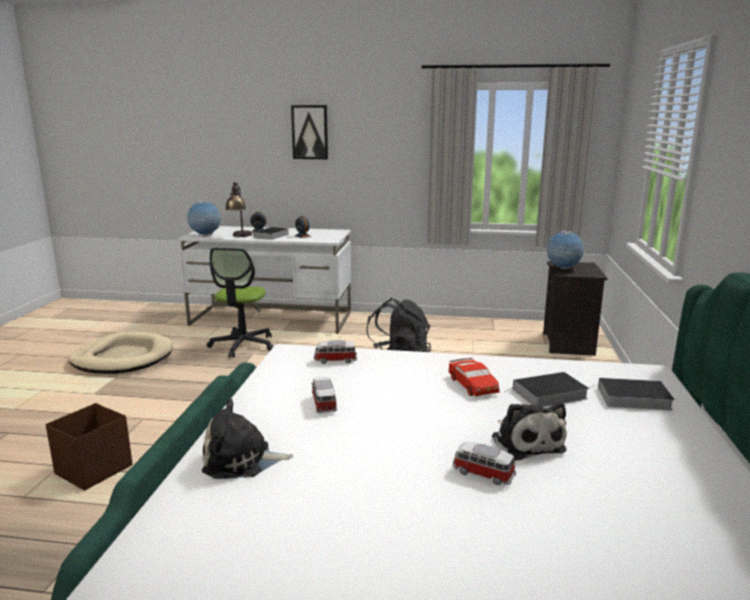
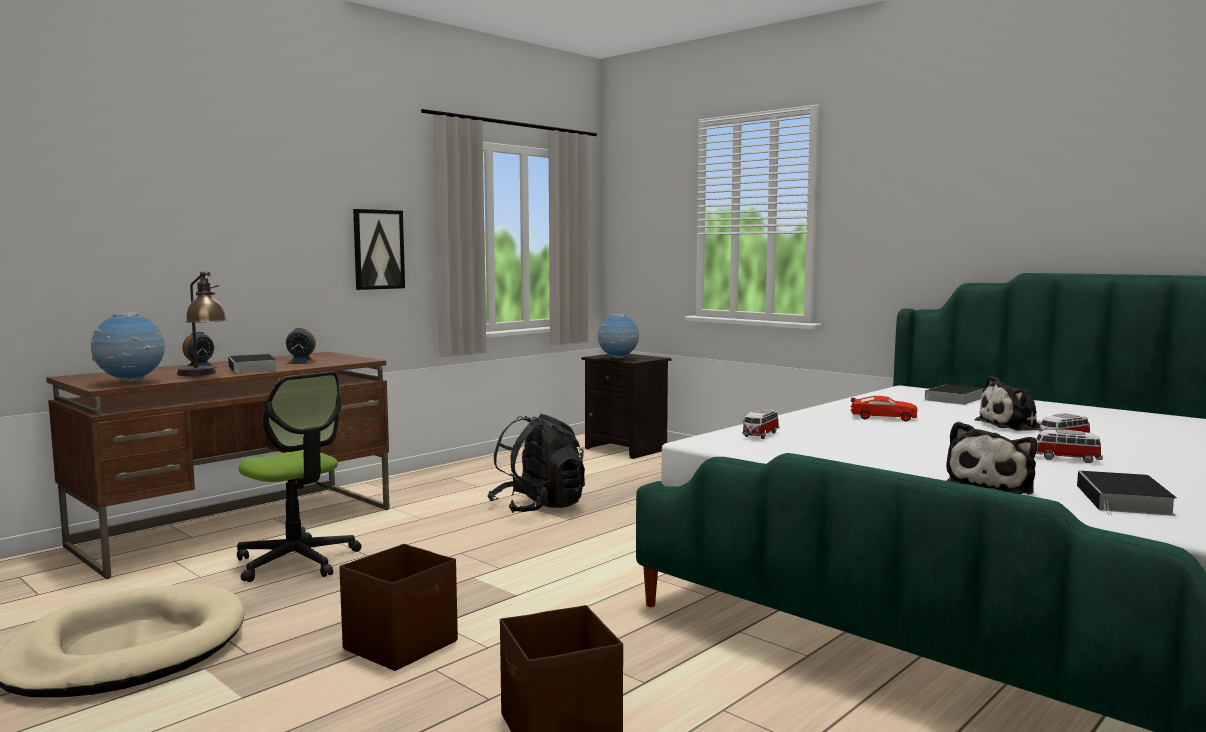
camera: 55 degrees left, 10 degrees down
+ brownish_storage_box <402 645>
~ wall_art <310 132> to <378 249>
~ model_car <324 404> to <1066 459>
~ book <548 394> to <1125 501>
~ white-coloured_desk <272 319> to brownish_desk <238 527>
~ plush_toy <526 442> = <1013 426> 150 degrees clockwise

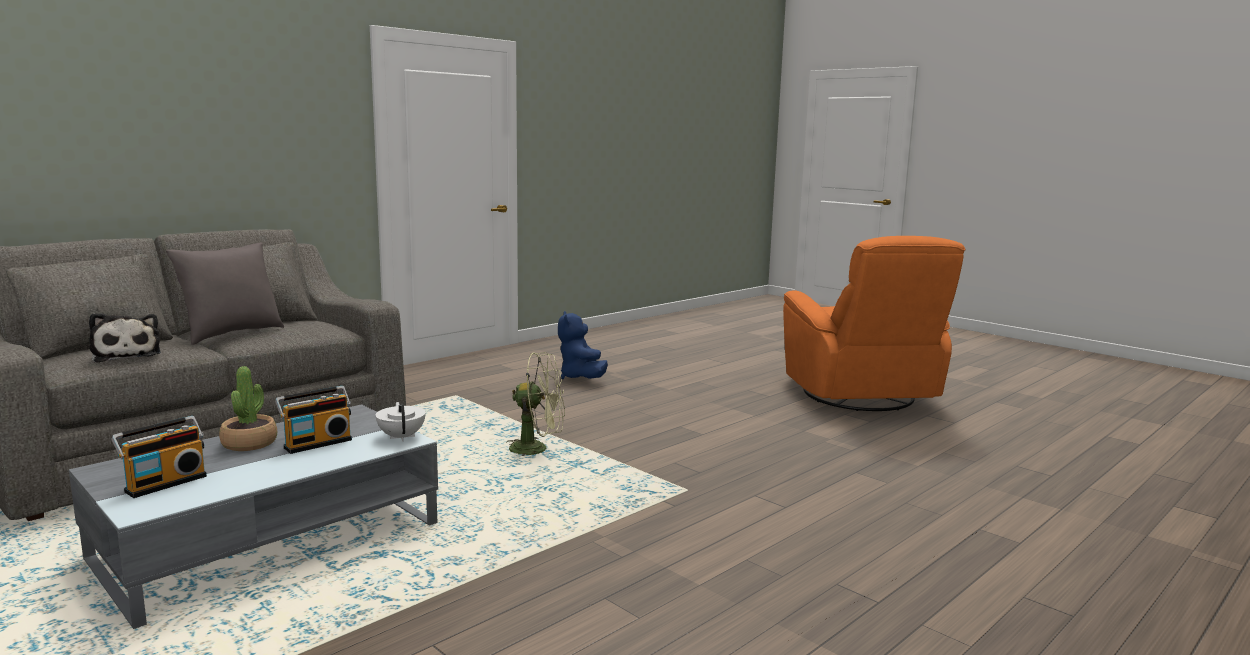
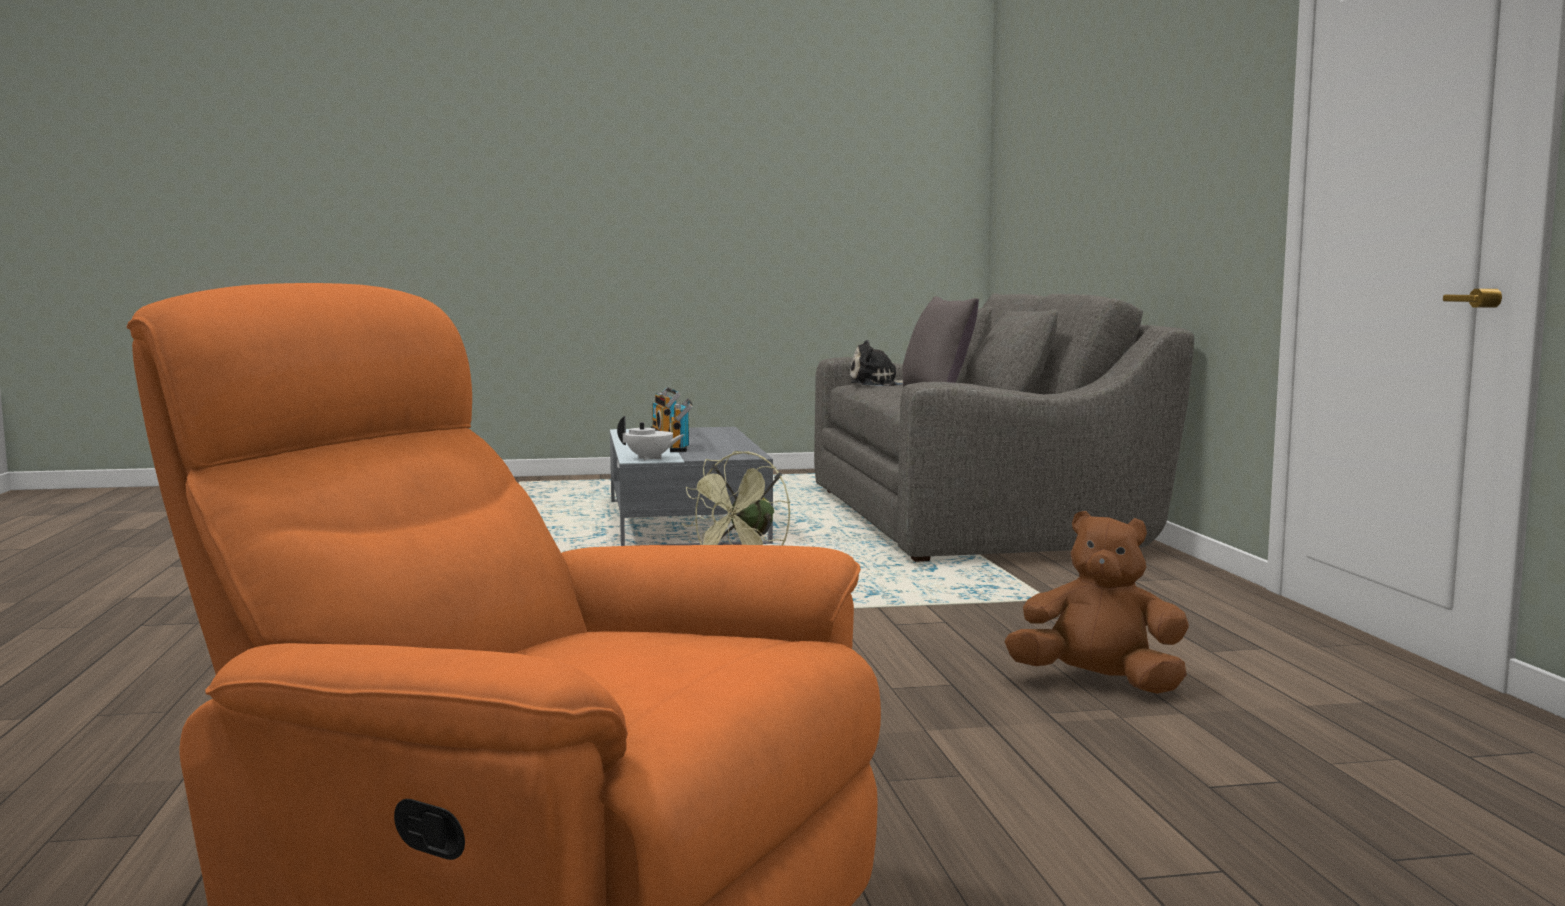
camera: 125 degrees right, 5 degrees down
- potted_plant <249 443>
~ bluish_plush_toy <581 377> to brownish_plush_toy <1098 683>

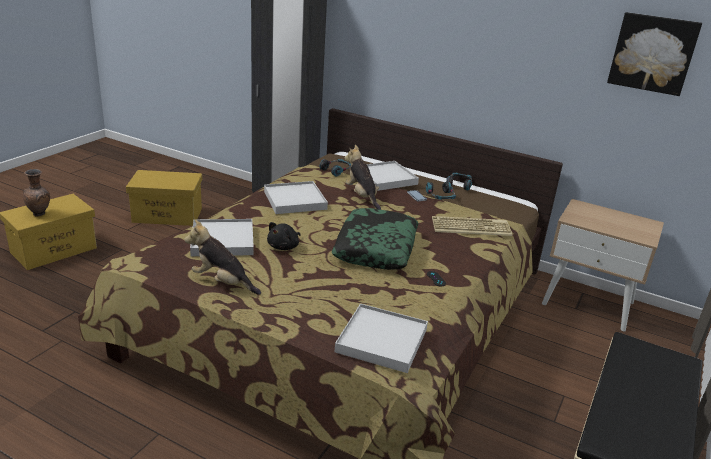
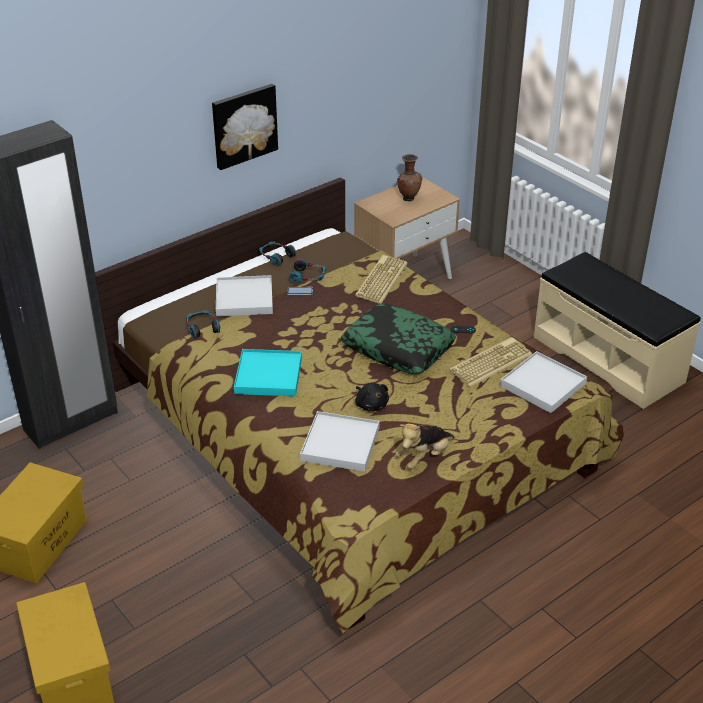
camera: 65 degrees left, 10 degrees up
- plush_toy <362 196>
+ computer_keyboard <490 362>
~ brownish_decorative_vase <40 214> to <408 198>
~ wall_art <653 53> to <243 125>
~ white-coloured_tray <295 200> to turquoise-coloured_tray <268 375>

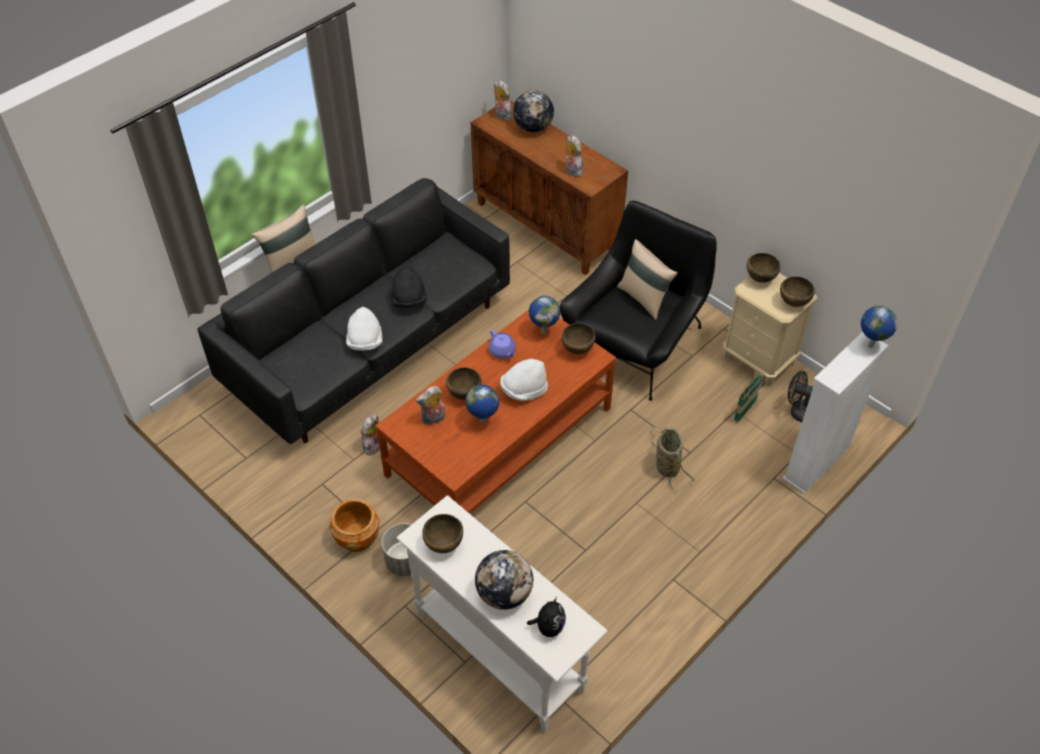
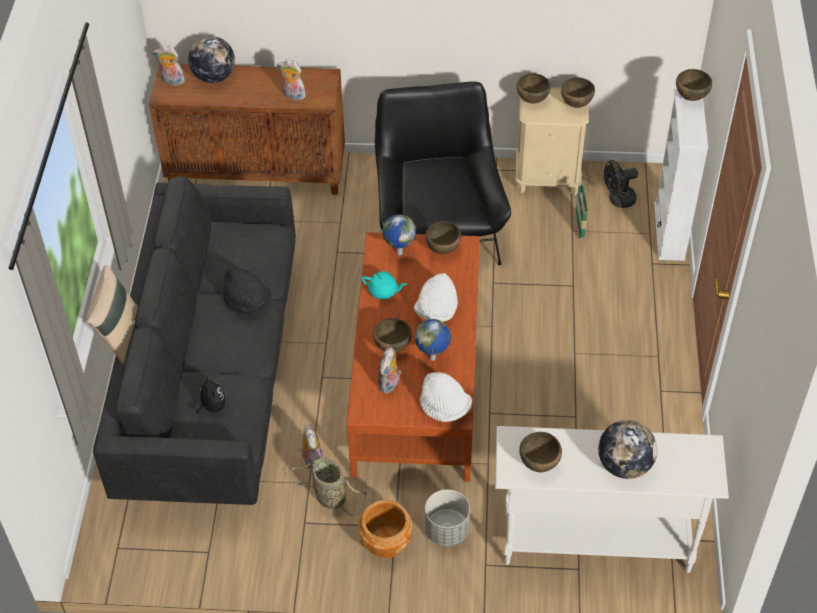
camera: 40 degrees left, 0 degrees up
- beige_throw_pillow <644 298>
~ white-coloured_hat <365 341> to <445 408>
~ plush_toy <548 627> to <212 407>
~ basket <666 465> to <328 497>
~ desk_globe <870 345> to brownish_bowl <690 97>
~ purple-coloured_pot_for_tea <502 351> to turquoise-coloured_pot_for_tea <383 291>

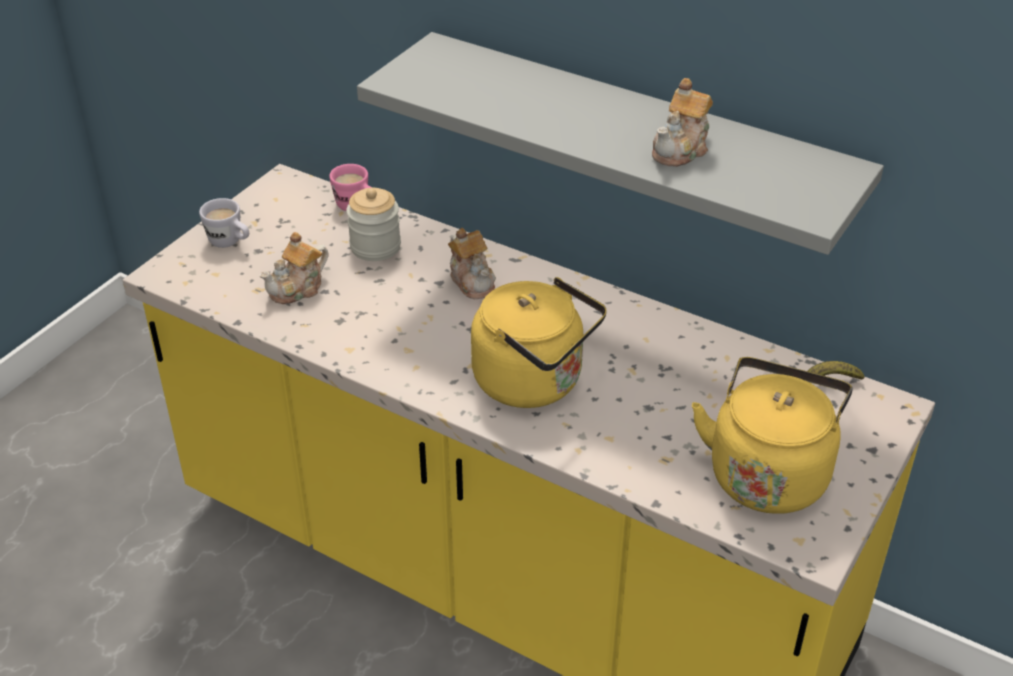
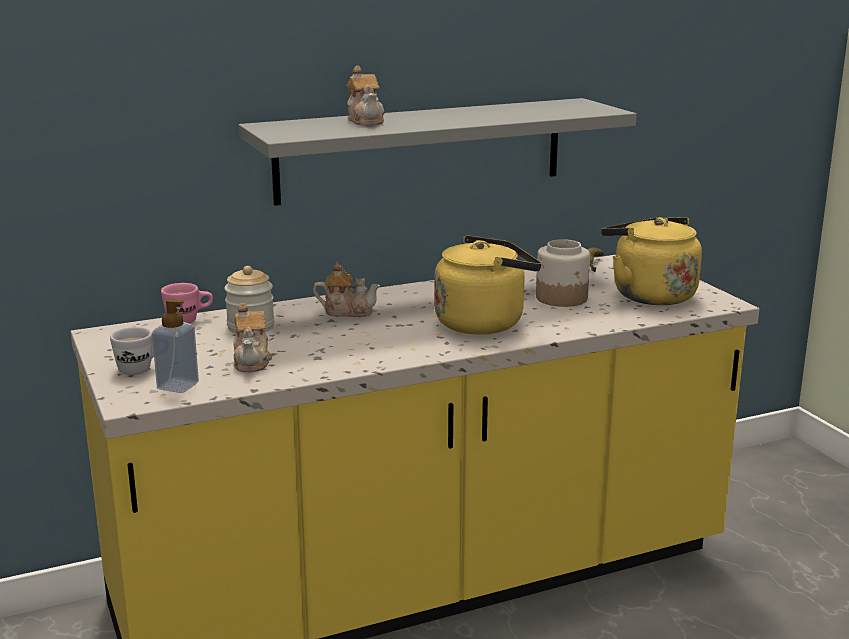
camera: 55 degrees left, 20 degrees down
+ liquid_soap_bottle <178 386>
+ jar <562 298>
~ pot_for_tea <681 149> to <366 121>

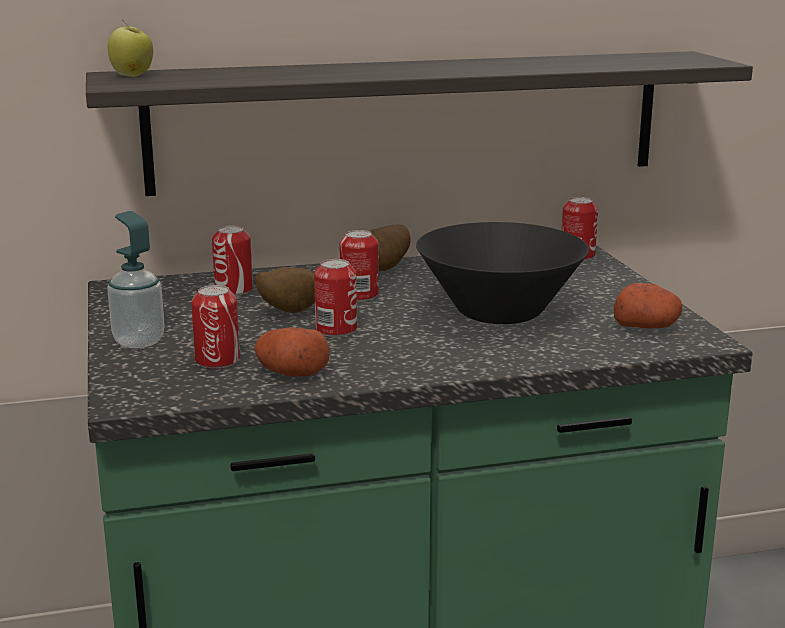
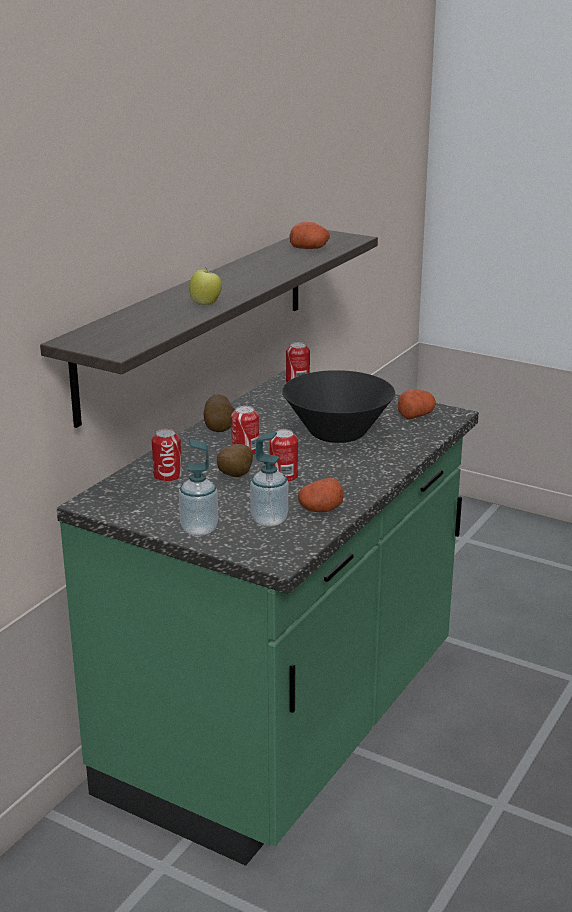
camera: 45 degrees left, 5 degrees up
+ spud <310 248>
~ whole_apple <132 76> to <206 304>
~ sealed_can <217 360> to liquid_soap_bottle <269 520>

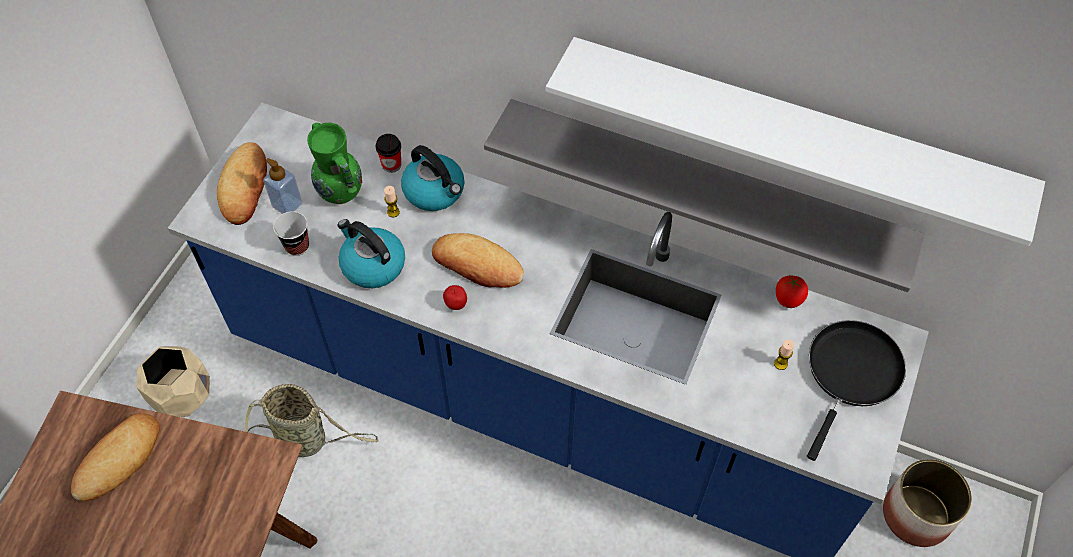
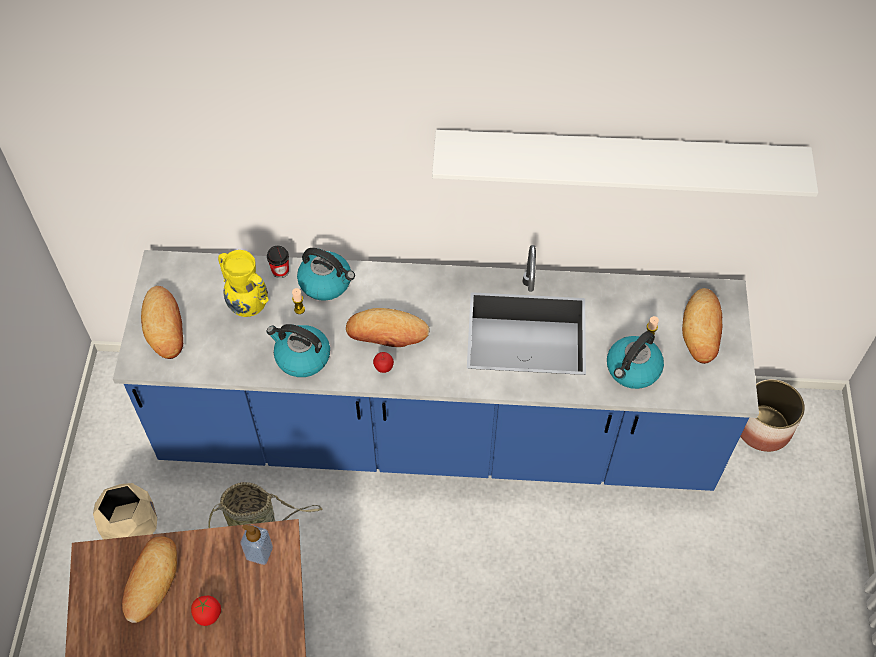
camera: 20 degrees left, 0 degrees up
- drinking_cup <297 246>
- grey_bracket_shelf <704 187>
+ water_kettle <632 370>
~ liquid_soap_bottle <287 205> to <259 553>
~ tomato <788 299> to <208 614>
~ black-coloured_pan <851 374> to bakery_bread <702 329>
~ green-coloured_decorative_vase <341 194> to yellow-coloured_decorative_vase <249 308>

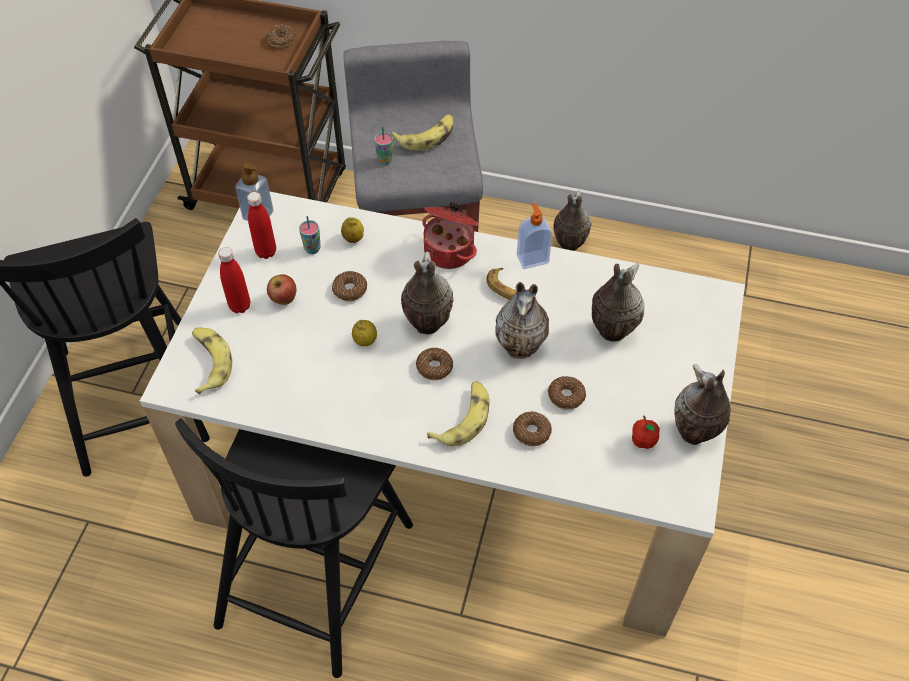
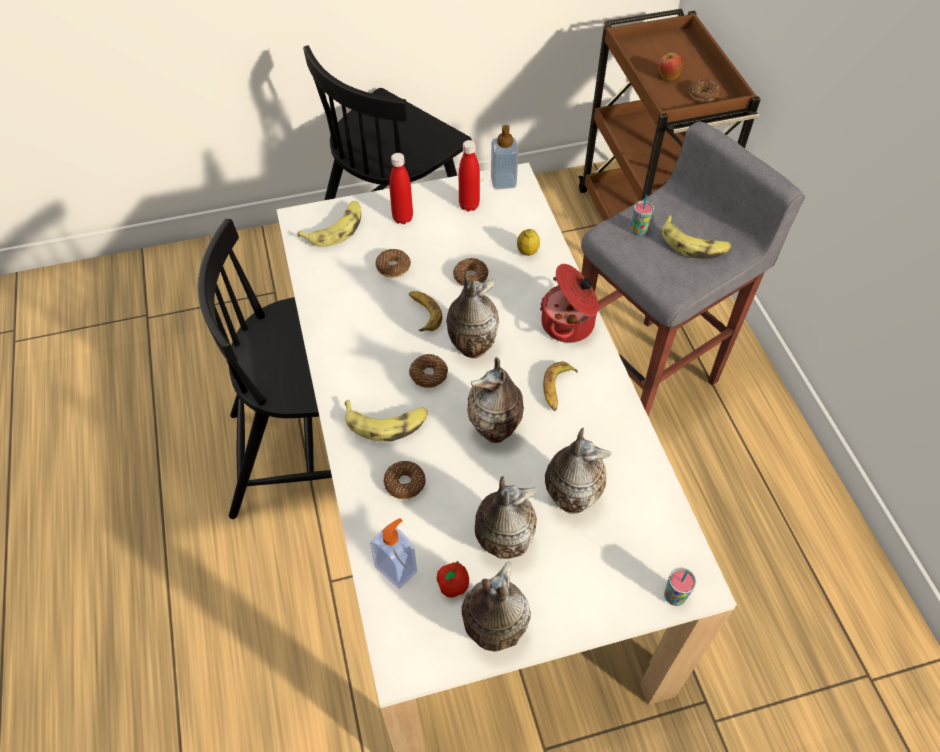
camera: 60 degrees right, 0 degrees up
~ whole_apple <283 299> to <667 77>
~ drinking_cup <312 249> to <674 597>
~ liquid_soap_bottle <532 258> to <397 568>
~ doughnut <566 396> to <393 267>
~ decorative_vase <568 245> to <502 543>
~ whole_lemon <365 341> to banana_fruit <423 313>

